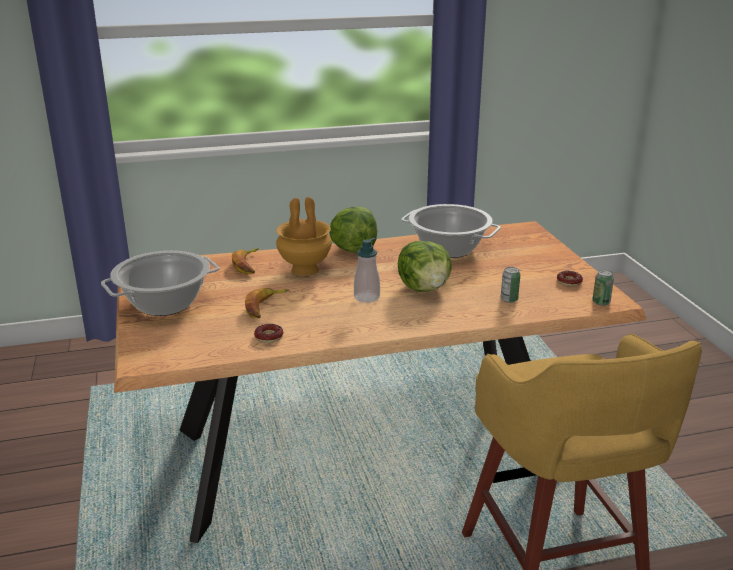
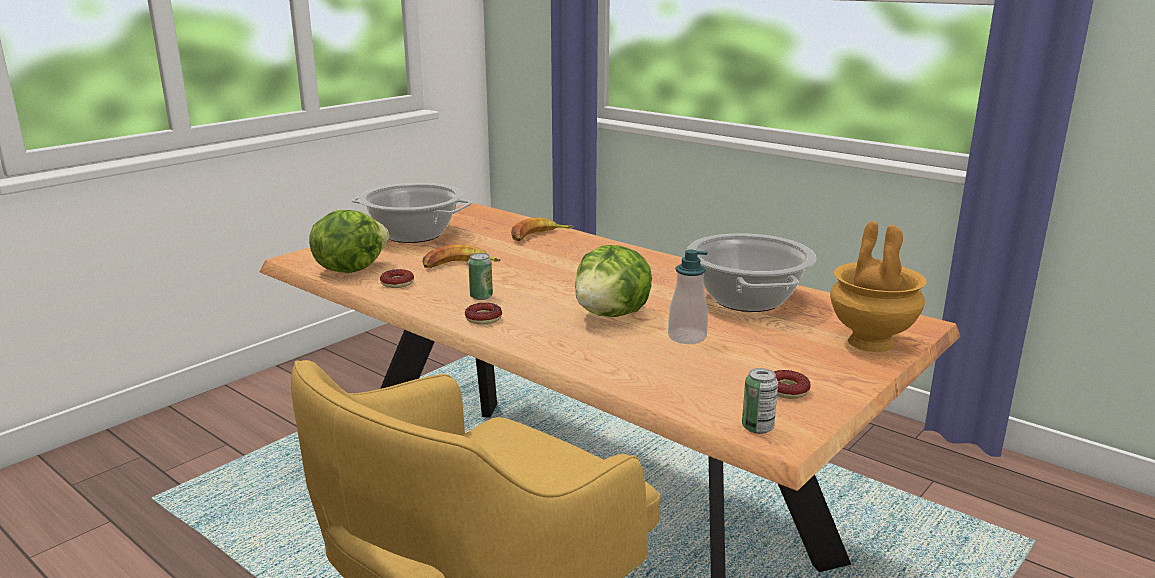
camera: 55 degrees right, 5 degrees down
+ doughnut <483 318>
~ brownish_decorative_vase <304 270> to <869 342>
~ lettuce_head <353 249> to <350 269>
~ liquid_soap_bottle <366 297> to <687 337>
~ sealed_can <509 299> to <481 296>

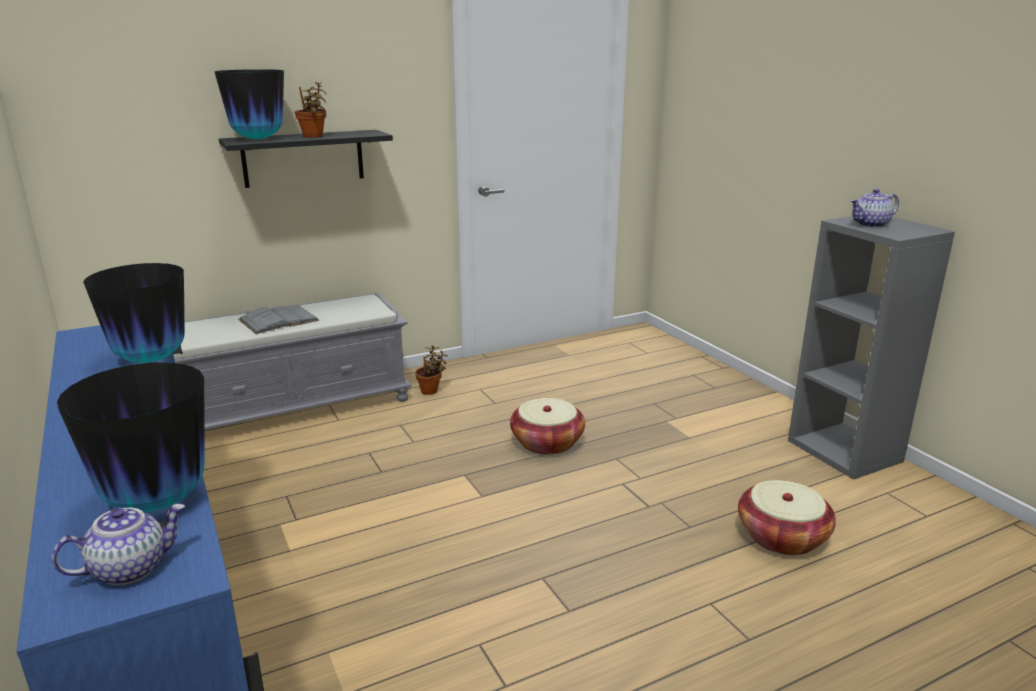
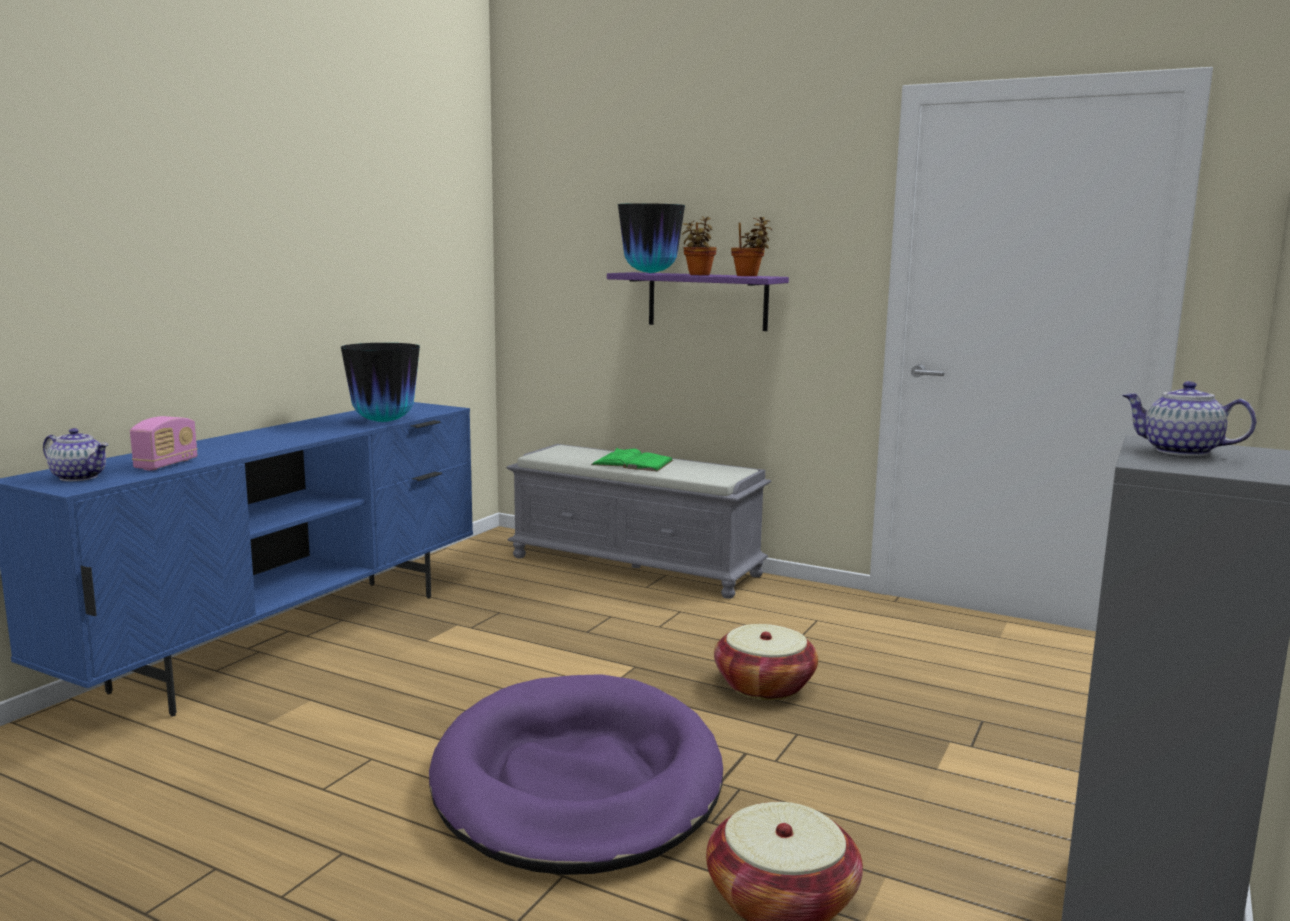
camera: 55 degrees right, 10 degrees down
+ purple-coloured_pet_bed <577 782>
~ potted_plant <431 390> to <749 276>
~ decorative_vase <156 501> to radio_receiver <166 464>
~ black-coloured_bracket_shelf <303 158> to purple-coloured_bracket_shelf <707 301>
~ grey_book <278 320> to green-coloured_book <632 462>

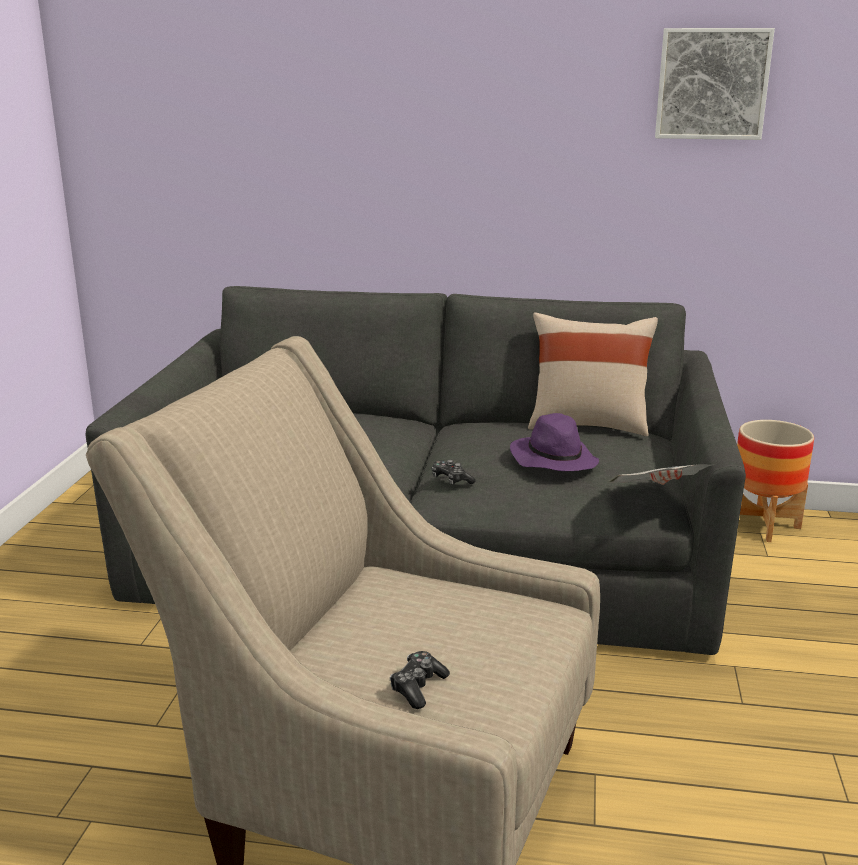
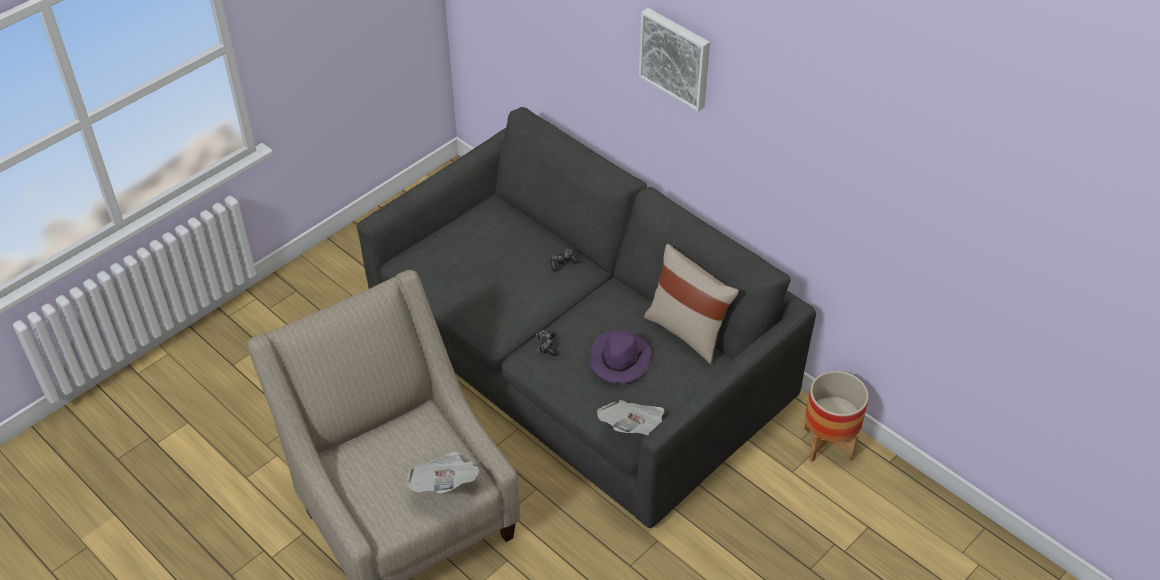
camera: 35 degrees right, 25 degrees up
+ daily_paper <444 484>
~ game_controller <418 687> to <562 262>
~ wall_art <712 84> to <676 57>

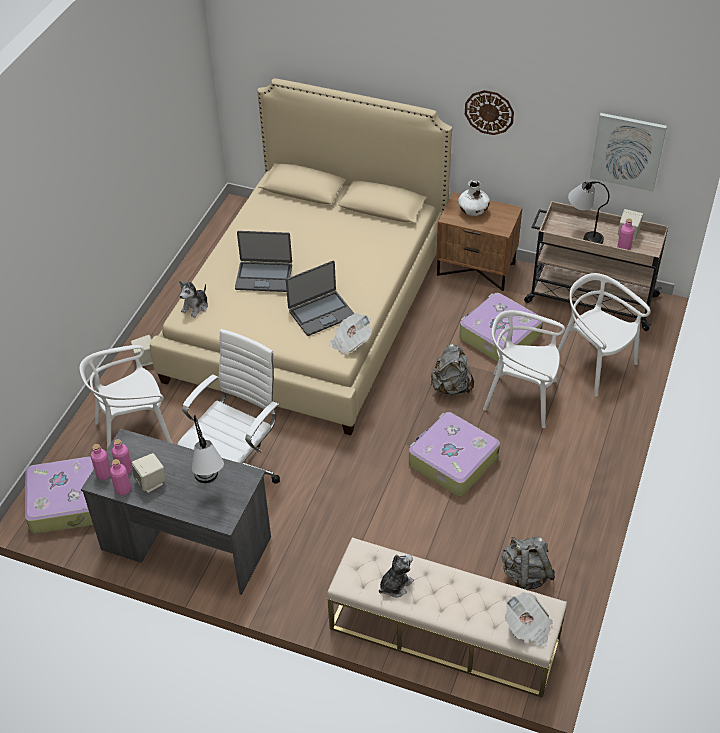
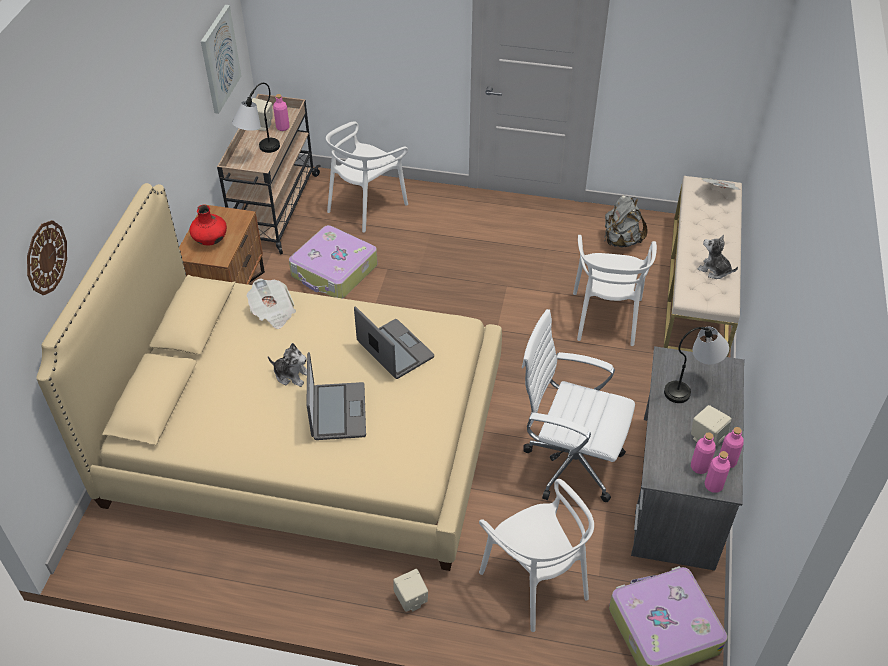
camera: 100 degrees left, 0 degrees up
- travel_case <452 461>
- grey_knapsack <451 386>
~ plush_toy <195 307> to <291 375>
~ daily_paper <350 342> to <273 312>
~ wall_clock <489 112> to <46 257>
~ white-coloured_upright_chair <521 398> to <606 318>
~ white-coloured_decorative_vase <473 212> to reddish_decorative_vase <210 240>

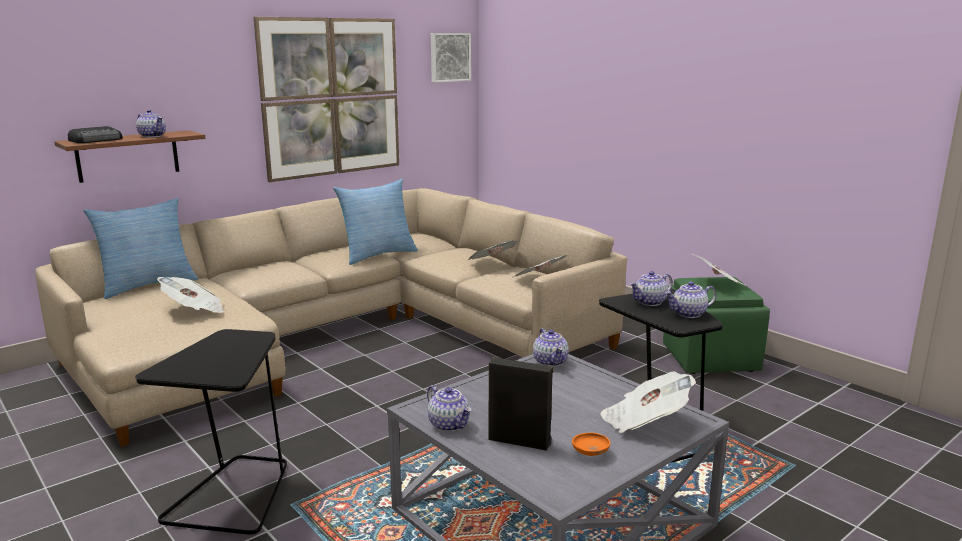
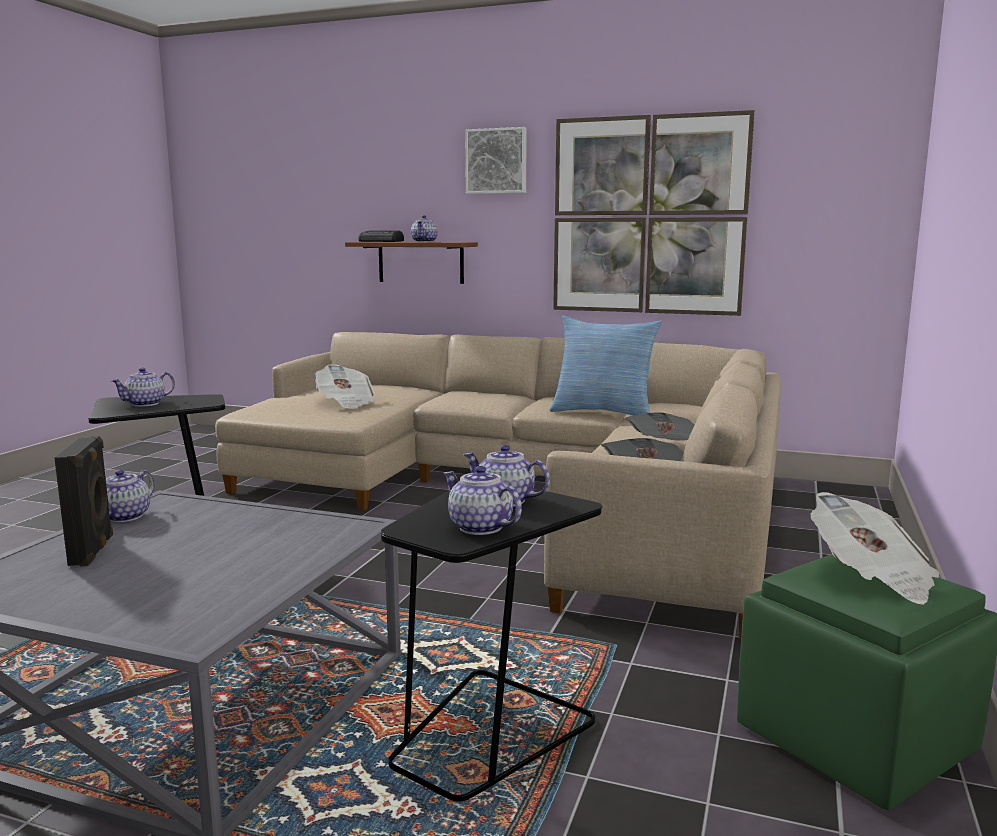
camera: 60 degrees right, 5 degrees down
- throw_pillow <147 285>
- orange_bowl <590 453>
- daily_paper <644 422>
~ wall_art <449 57> to <496 161>
~ pot_for_tea <550 361> to <146 404>

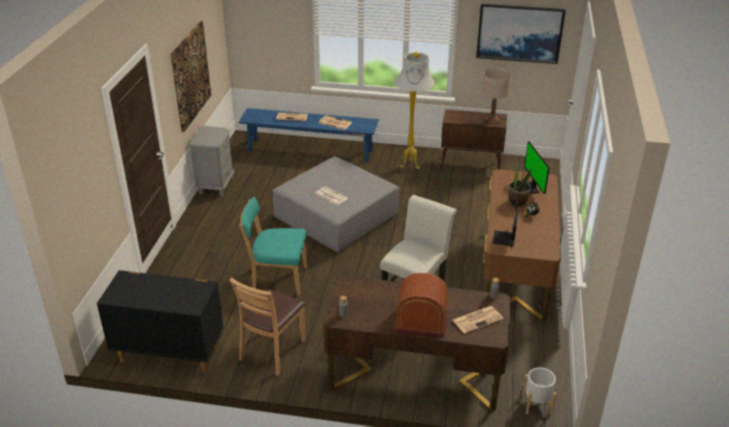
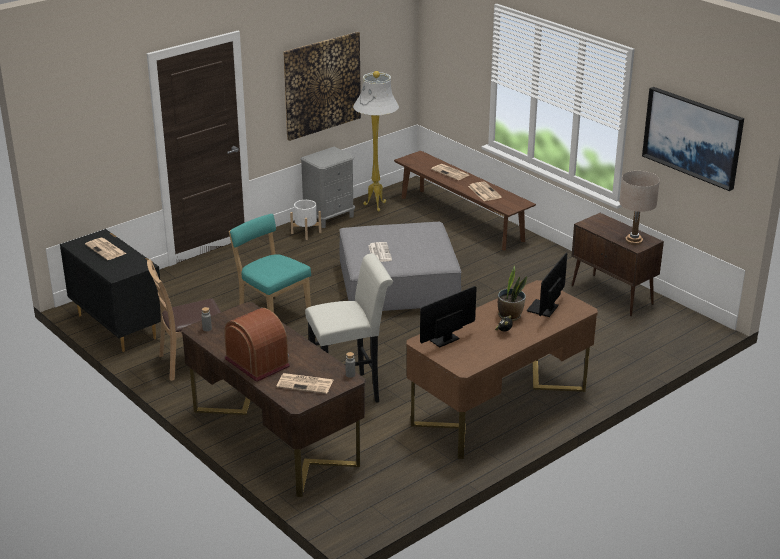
camera: 40 degrees right, 5 degrees down
+ daily_paper <106 249>
~ white-coloured_floor_lamp <411 165> to <376 206>
~ white-coloured_planter <537 404> to <306 233>
~ bluish_indoor_bench <310 150> to brownish_indoor_bench <461 219>

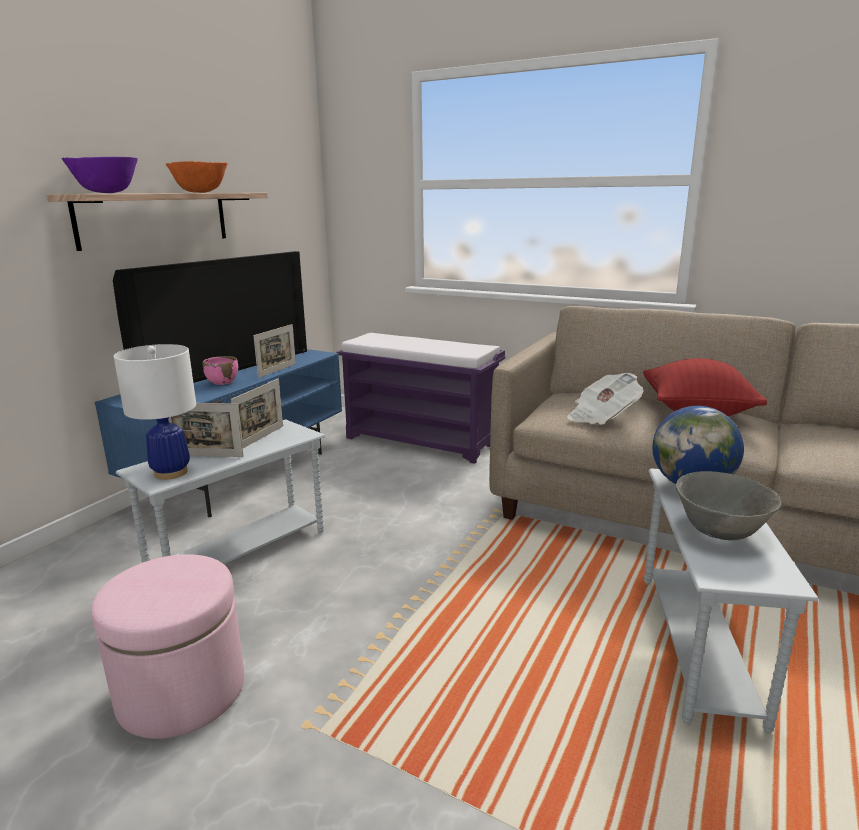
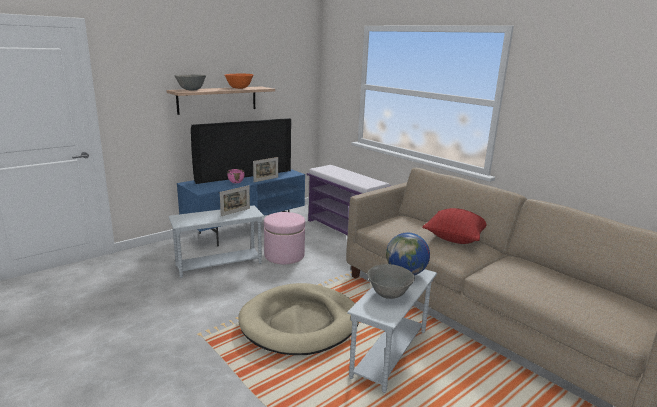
camera: 20 degrees right, 0 degrees up
- white-coloured_table_lamp <171 472>
- picture_frame <205 455>
- daily_paper <601 417>
+ beige_pet_bed <300 322>
~ pinkish_ottoman <181 691> to <284 255>
~ purple-coloured_bowl <106 193> to grey_bowl <191 90>

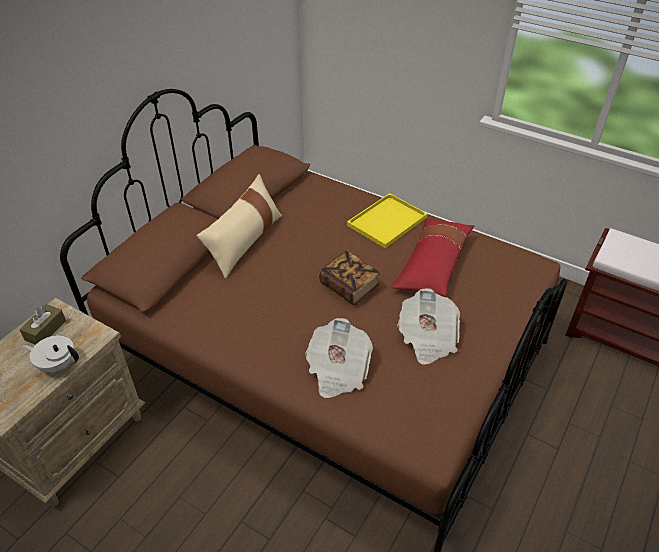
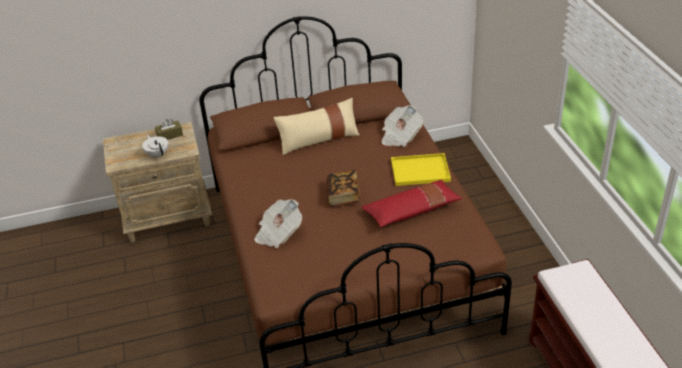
camera: 45 degrees right, 5 degrees down
~ daily_paper <427 339> to <400 136>

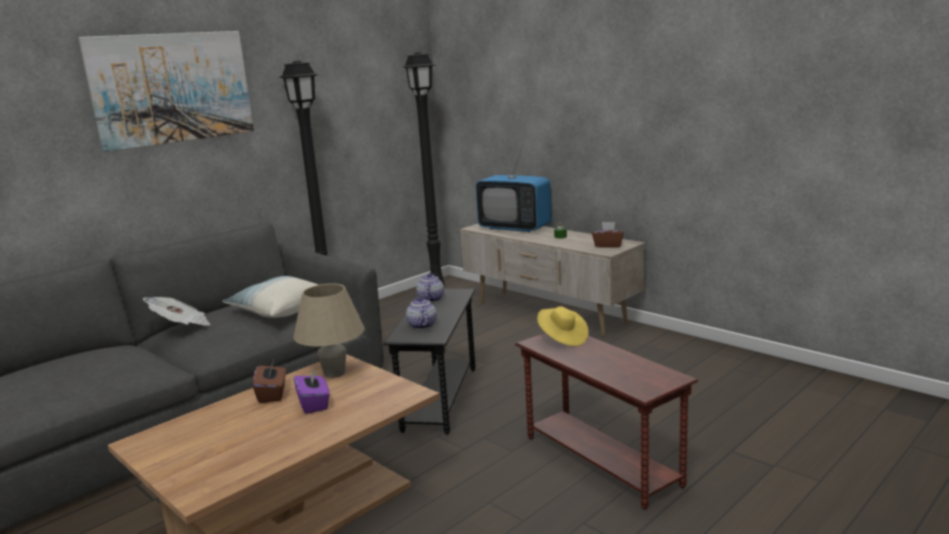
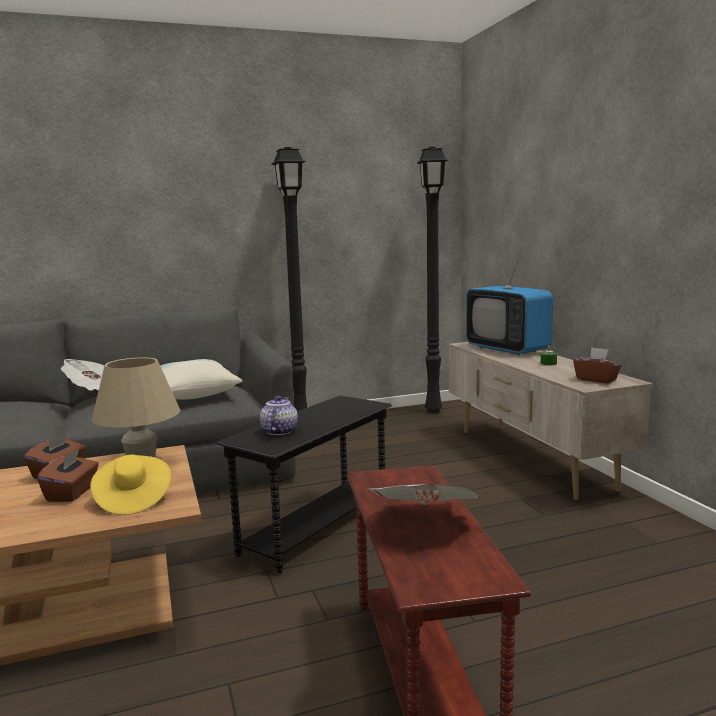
camera: 25 degrees right, 5 degrees down
- wall_art <172 88>
- pot_for_tea <430 299>
+ daily_paper <425 522>
~ yellow-coloured_hat <562 338> to <132 500>
~ purple-coloured_box_of_tissues <314 404> to brownish_box_of_tissues <72 493>

